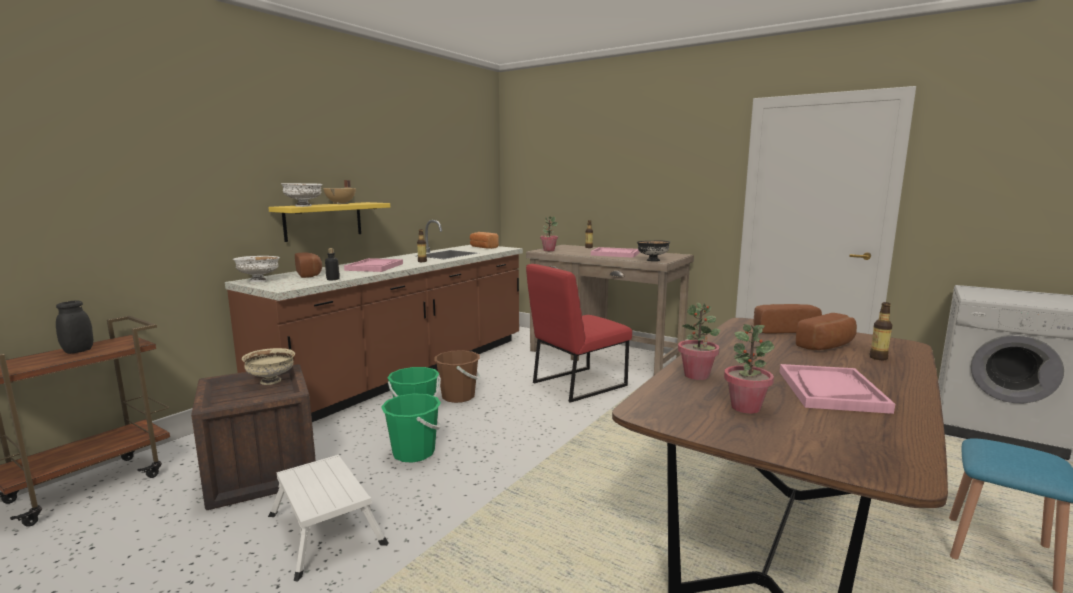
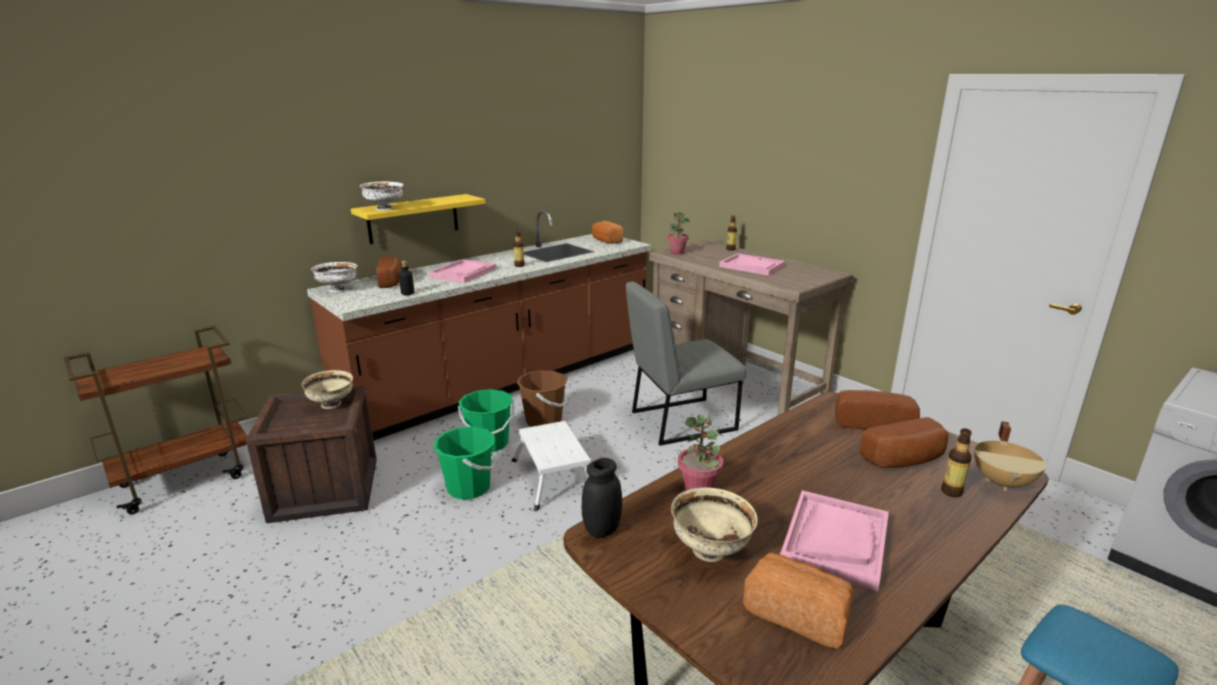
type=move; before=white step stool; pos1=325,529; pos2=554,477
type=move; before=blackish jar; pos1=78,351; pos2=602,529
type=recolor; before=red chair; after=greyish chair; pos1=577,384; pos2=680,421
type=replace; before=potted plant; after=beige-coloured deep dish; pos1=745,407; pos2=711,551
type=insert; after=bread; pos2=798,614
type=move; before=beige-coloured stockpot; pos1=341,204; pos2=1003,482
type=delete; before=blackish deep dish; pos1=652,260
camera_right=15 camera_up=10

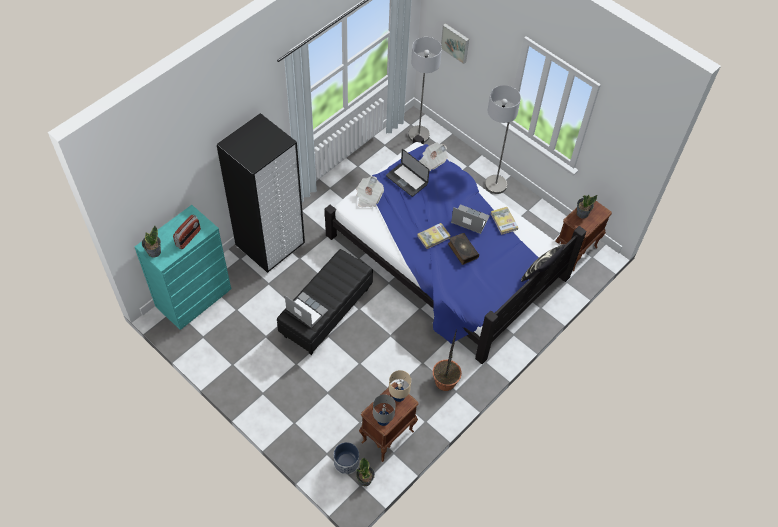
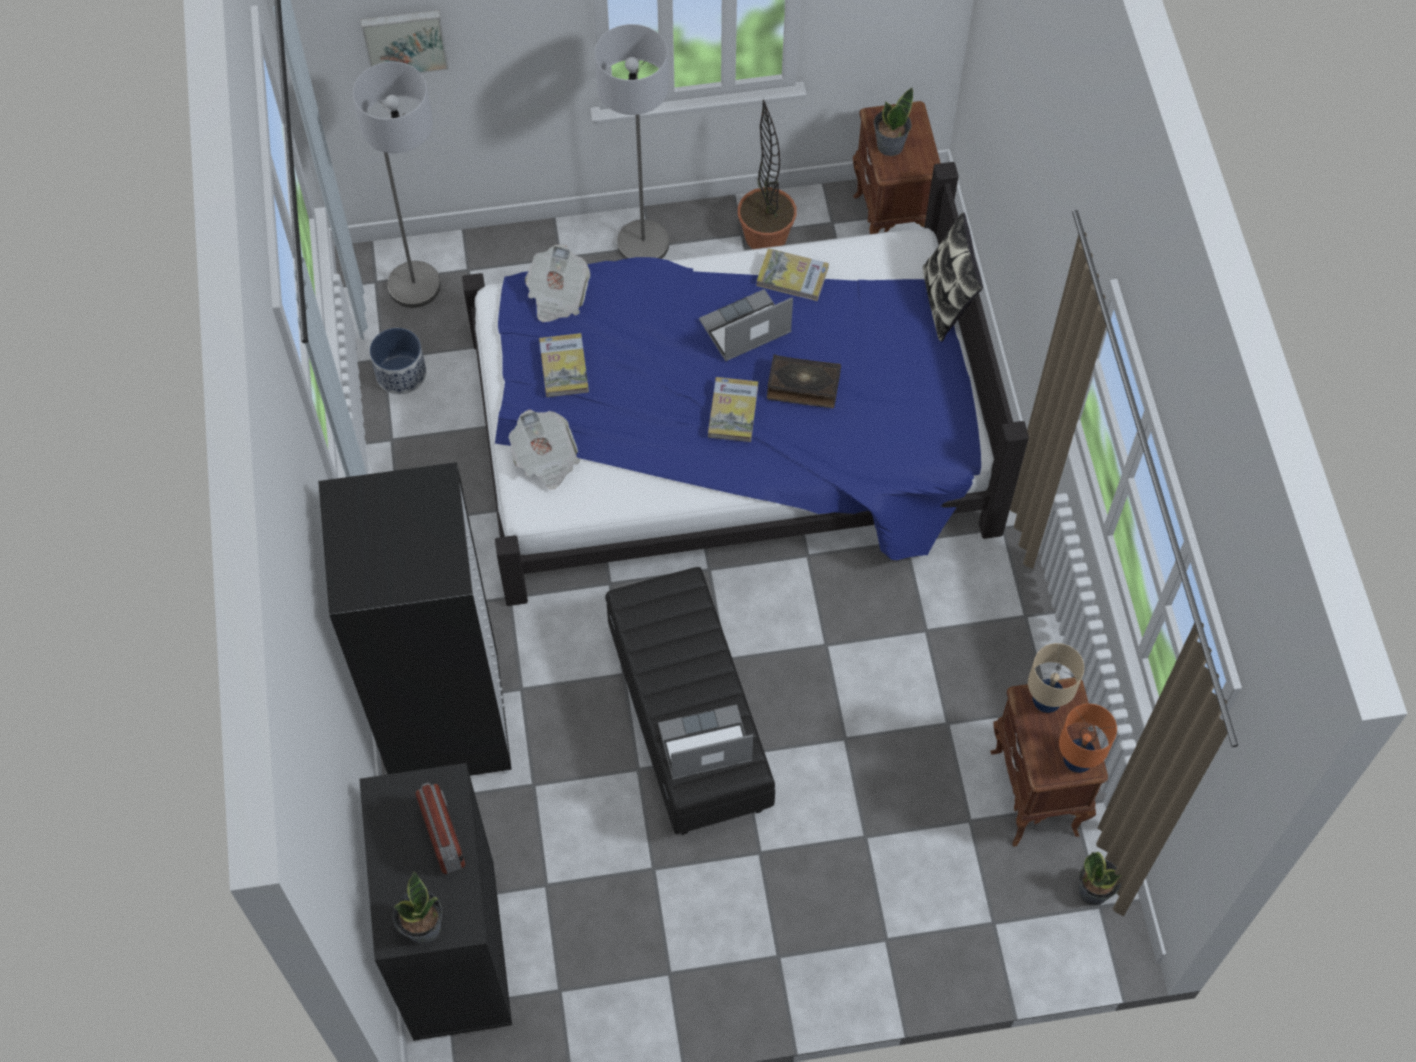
type=recolor; before=turquoise-coloured dresser; after=blackish dresser; pos1=194,299; pos2=454,951
type=move; before=plant pot; pos1=346,462; pos2=400,374
type=replace; before=portable computer; after=bound book; pos1=406,180; pos2=564,367
type=move; before=potted plant; pos1=445,381; pos2=766,236
type=recolor; before=greyish table lamp; after=orange-coloured table lamp; pos1=382,420; pos2=1075,761
camera_right=-50 camera_up=5

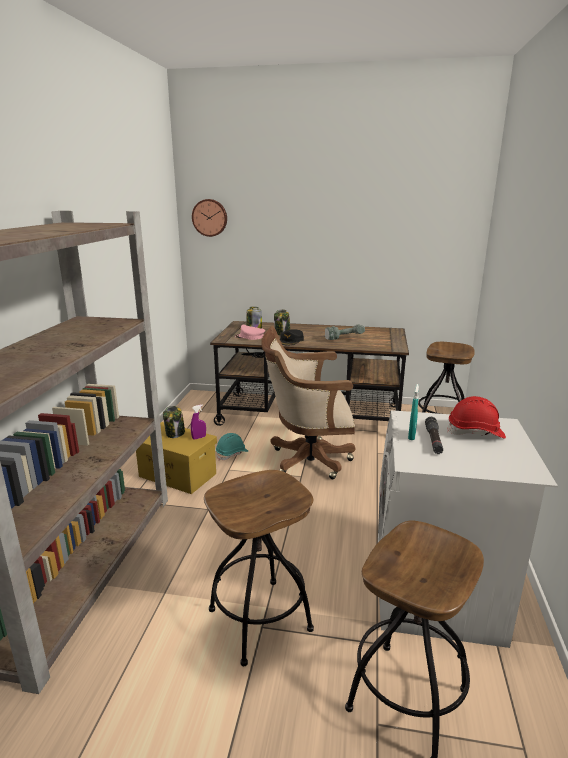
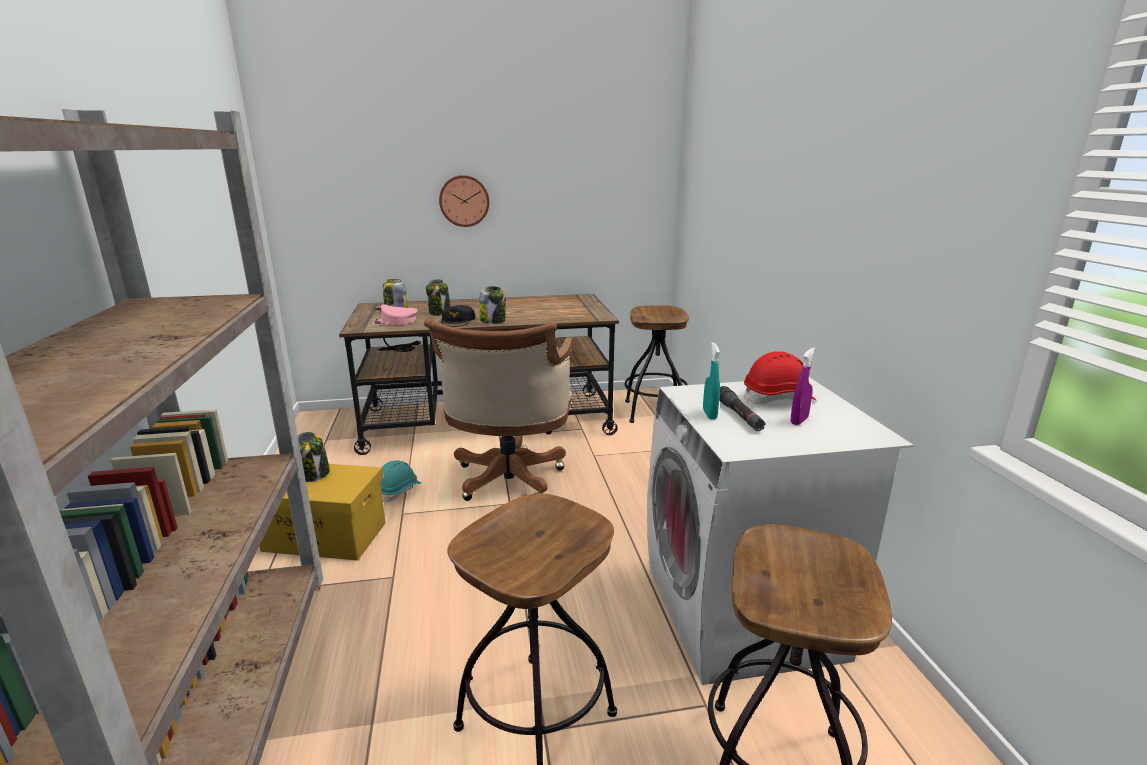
type=rotate; before=office chair; pos1=307,460; pos2=508,481; turn=-60
type=move; before=wall clock; pos1=210,217; pos2=464,201
type=insert; after=jar; pos2=493,321
type=move; before=purple spray bottle; pos1=199,437; pos2=799,421
type=delete; before=power drill; pos1=343,339
camera_right=-20 camera_up=0

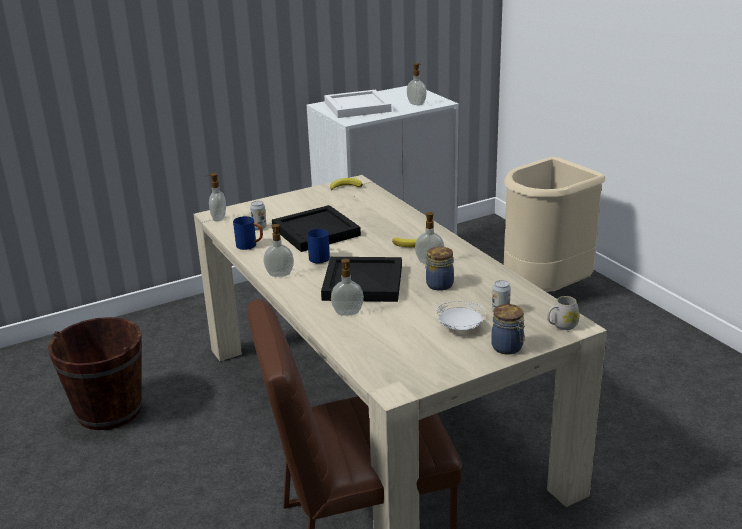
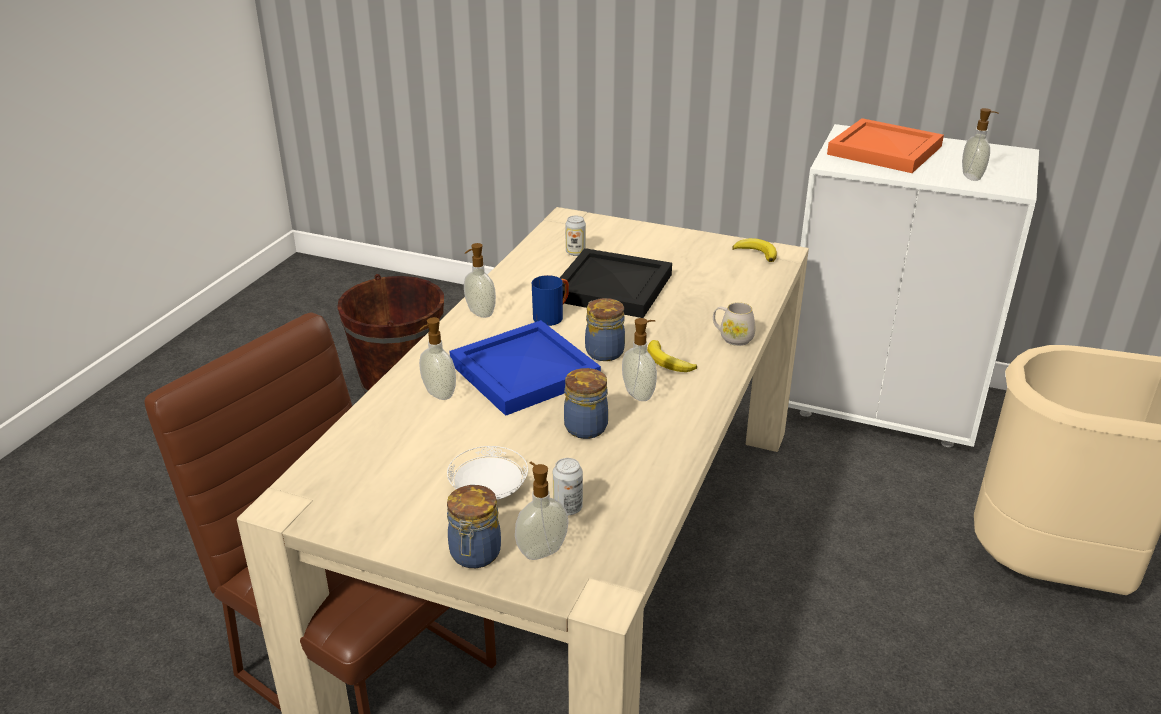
type=recolor; before=blackish carrying tray; after=blue-coloured carrying tray; pos1=361,283; pos2=522,371
type=move; before=soap bottle; pos1=218,218; pos2=541,550
type=insert; after=jar; pos2=603,351
type=move; before=white tea mug; pos1=561,325; pos2=732,338
type=recolor; before=white carrying tray; after=orange-coloured carrying tray; pos1=358,106; pos2=886,150
type=delete; before=blue-coloured tea mug; pos1=250,246
camera_right=50 camera_up=5

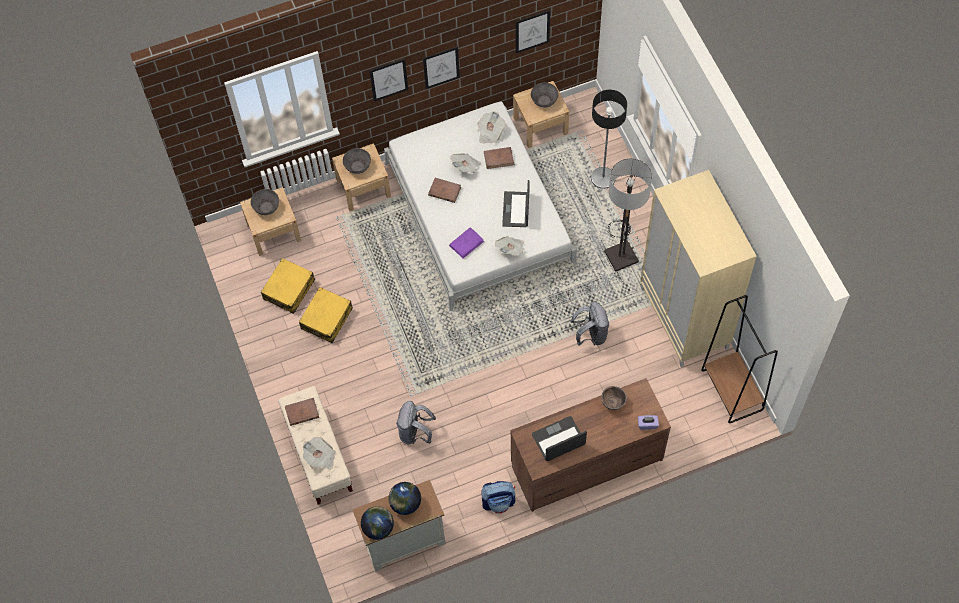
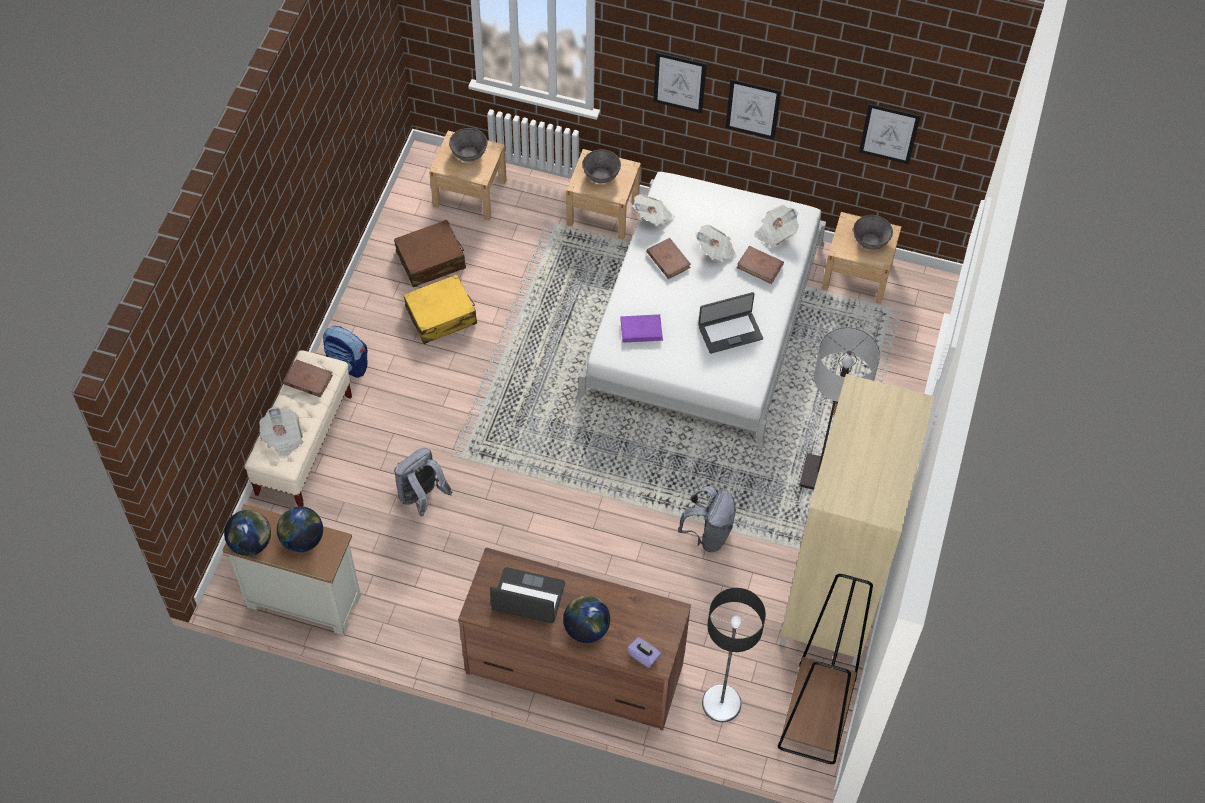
type=move; before=backpack; pos1=498,502; pos2=348,365
type=recolor; before=yellow piece of luggage; after=brownish piece of luggage; pos1=289,289; pos2=431,260
type=insert; after=world globe; pos2=586,628
type=move; before=newspaper; pos1=511,249; pos2=653,217
type=rotate; before=portable computer; pos1=516,209; pos2=730,332; turn=-150
type=move; before=floor lamp; pos1=603,178; pos2=721,704
type=delete; before=brownish deep dish; pos1=613,403
camera_right=35 camera_up=-5

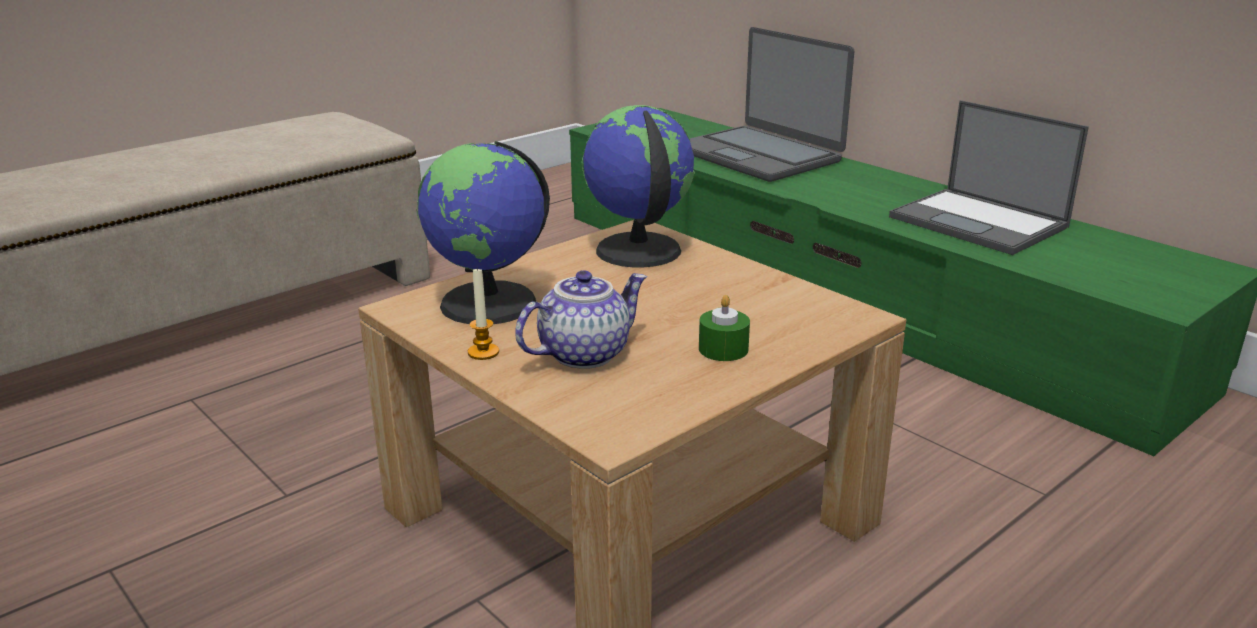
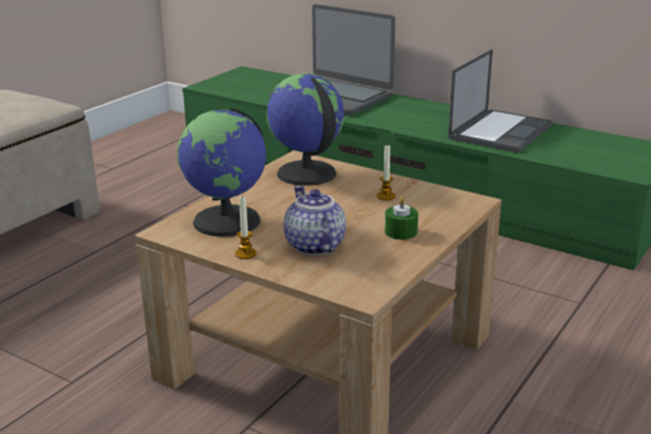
type=rotate; before=tea pot; pos1=584,353; pos2=313,246; turn=-60
type=insert; after=wax light; pos2=386,196
type=rotate; before=portable computer; pos1=980,222; pos2=500,131; turn=-90
camera_right=-15 camera_up=0

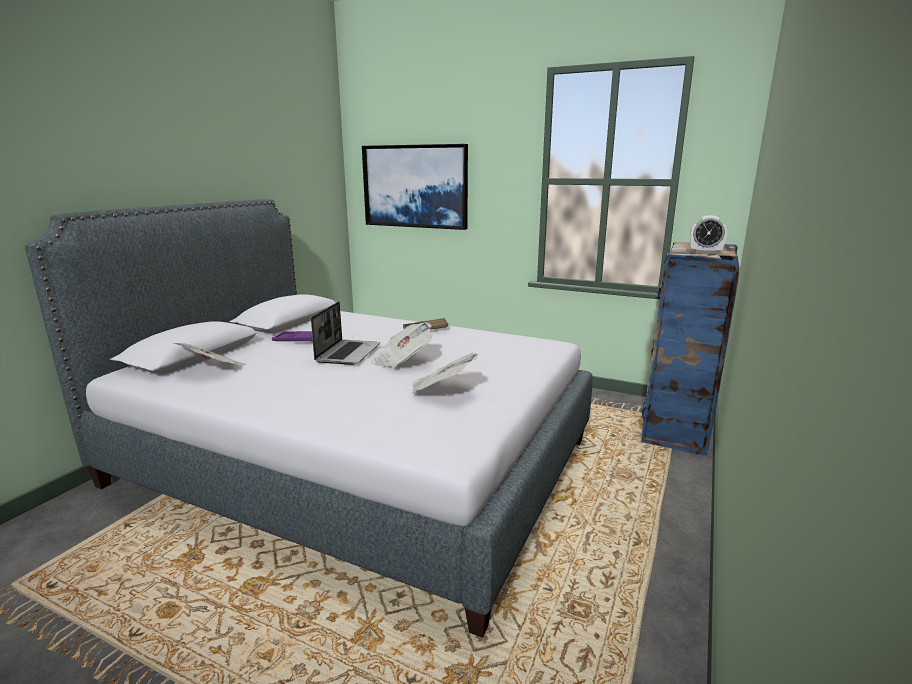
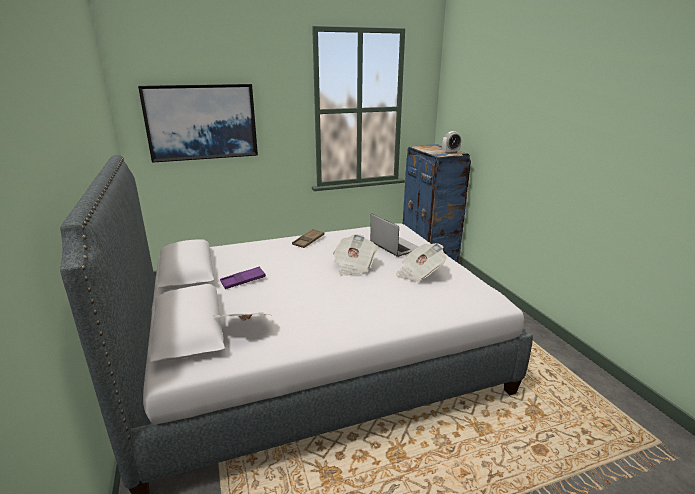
type=move; before=portable computer; pos1=348,353; pos2=394,246
camera_right=-45 camera_up=5

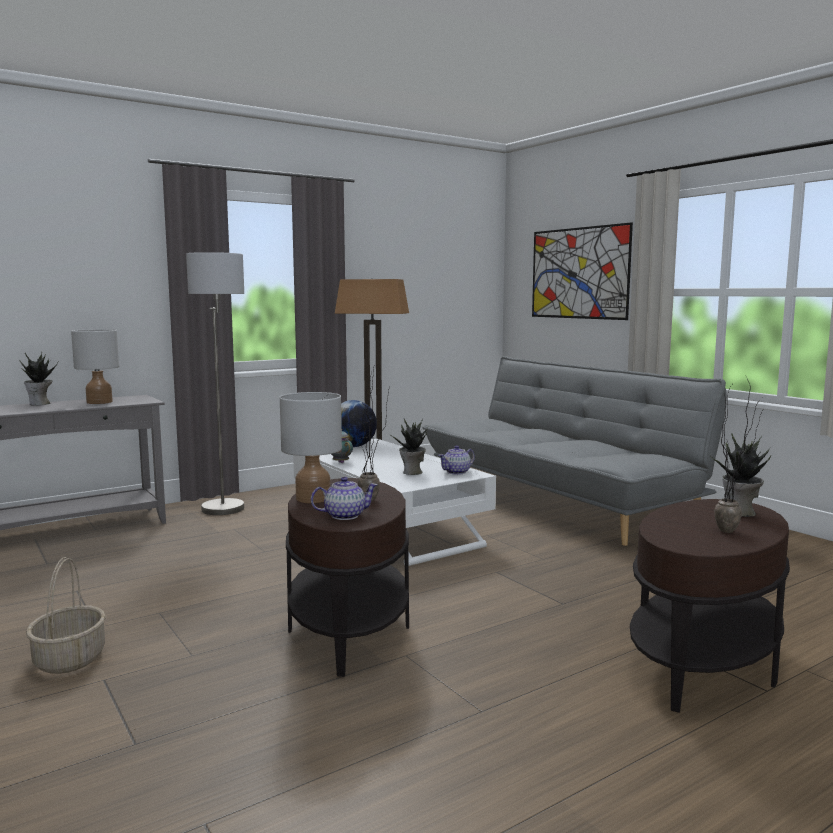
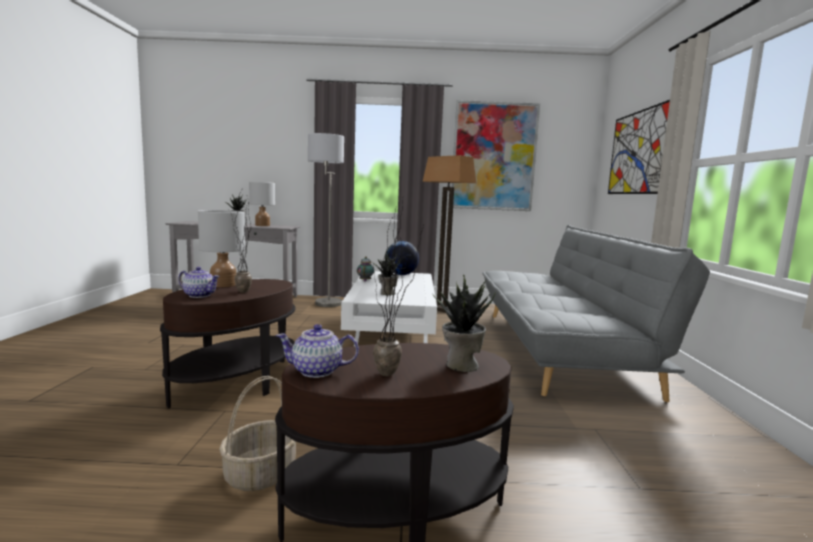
type=move; before=basket; pos1=69,659; pos2=260,473
type=move; before=tea pot; pos1=457,472; pos2=317,371
type=insert; after=wall picture; pos2=494,156
camera_right=35 camera_up=0

